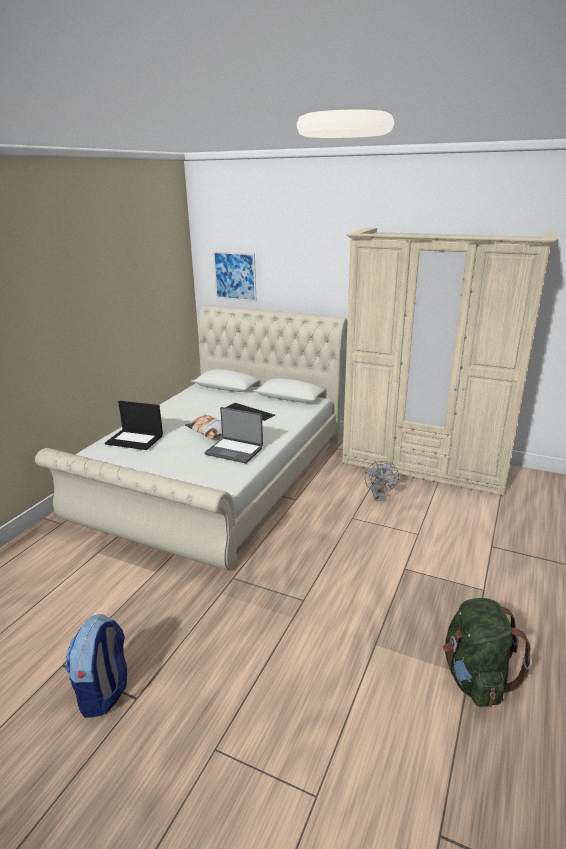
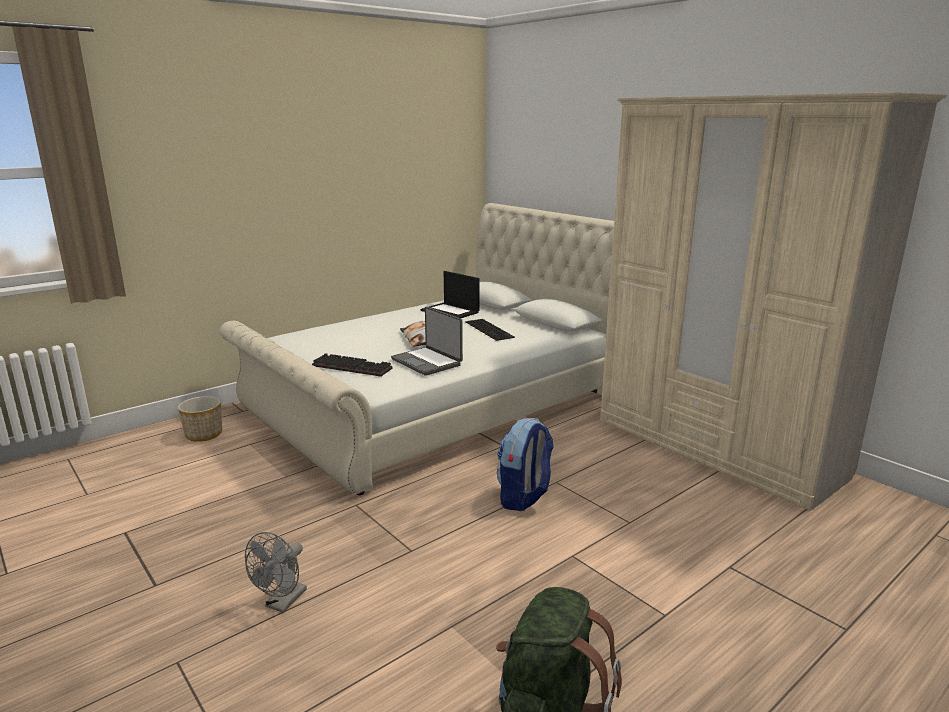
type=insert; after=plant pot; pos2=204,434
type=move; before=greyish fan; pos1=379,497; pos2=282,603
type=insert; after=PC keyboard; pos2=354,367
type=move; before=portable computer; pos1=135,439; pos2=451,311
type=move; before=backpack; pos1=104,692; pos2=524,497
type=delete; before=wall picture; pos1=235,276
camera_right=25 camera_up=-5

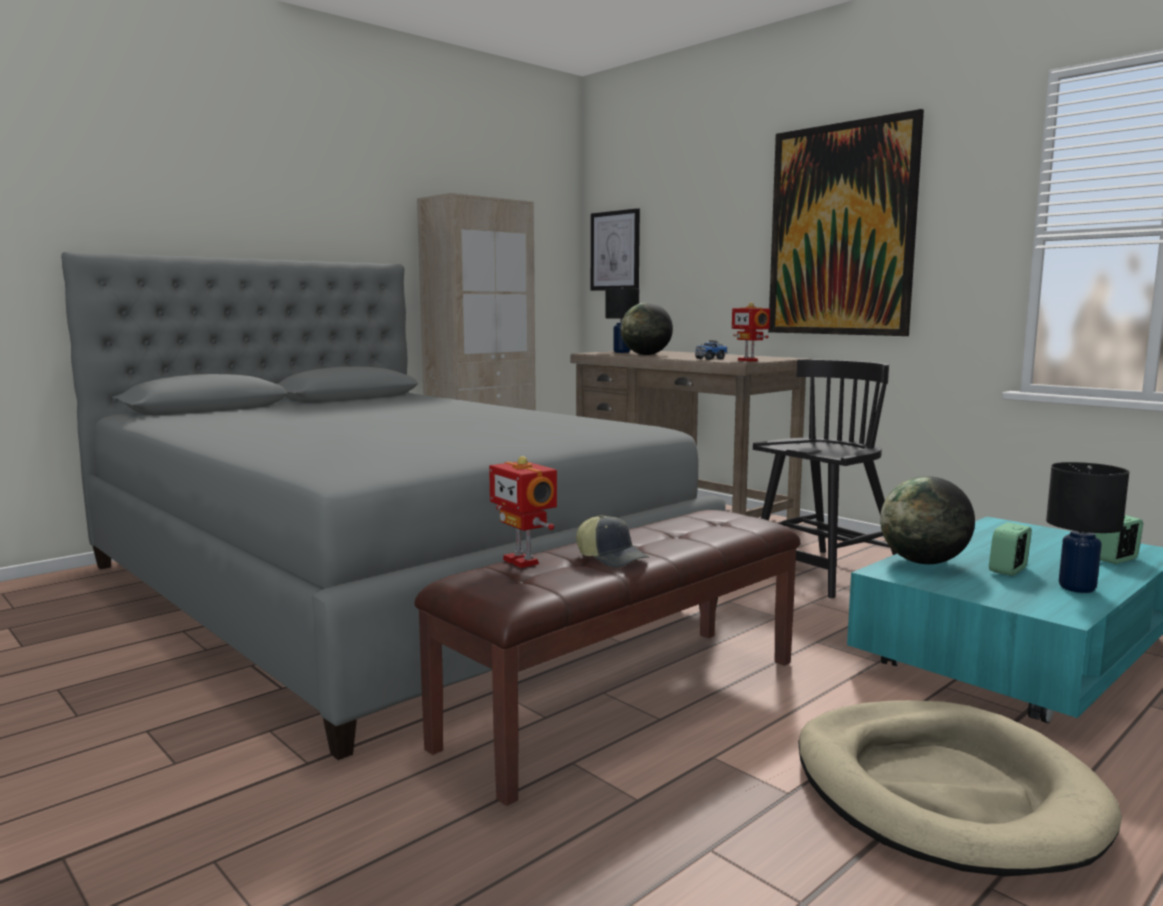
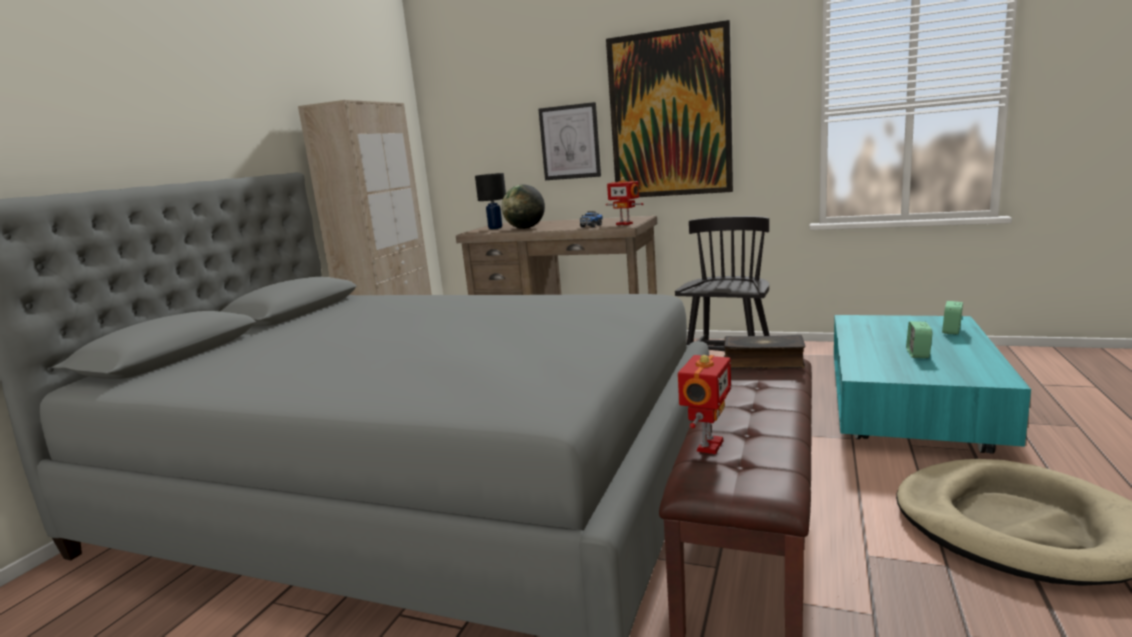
type=move; before=wall picture; pos1=615,251; pos2=570,142
type=rotate; before=model robot; pos1=523,561; pos2=707,445; turn=-90
type=insert; after=bound book; pos2=763,362
type=delete; before=cap; pos1=612,558
type=delete; before=world globe; pos1=923,562
type=delete; before=blackish table lamp; pos1=1074,588
camera_right=-25 camera_up=5

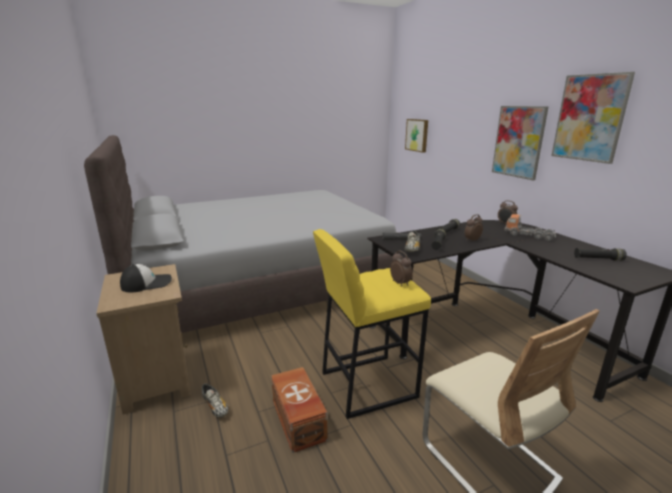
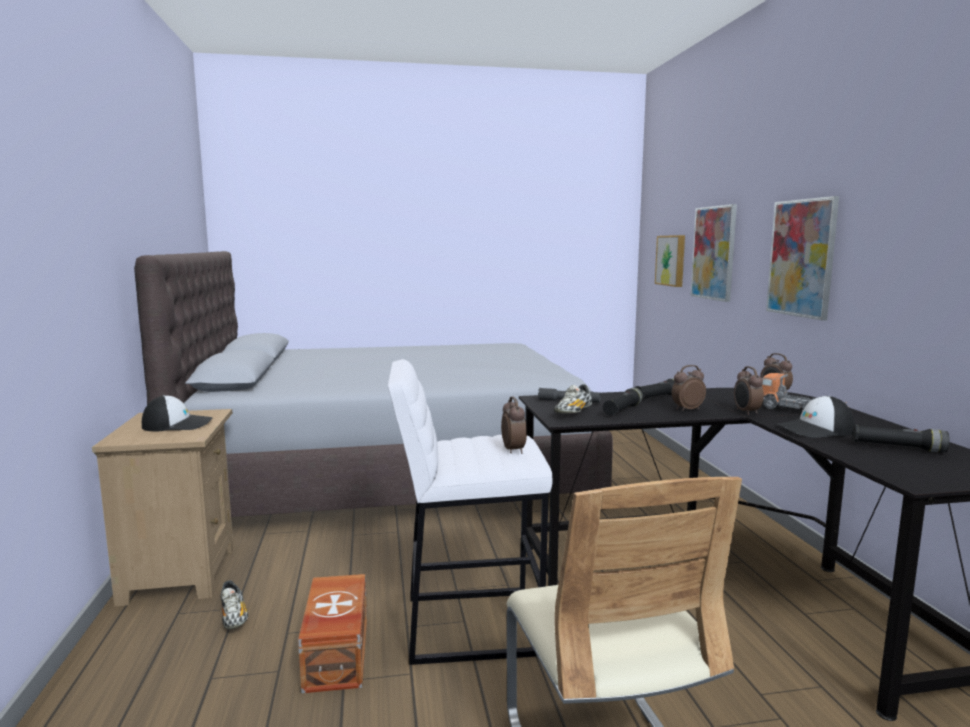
type=recolor; before=yellow sitting stool; after=white sitting stool; pos1=366,385; pos2=467,625
type=move; before=wall picture; pos1=590,118; pos2=713,253
type=insert; after=table clock; pos2=746,412
type=insert; after=cap; pos2=815,430
camera_right=15 camera_up=-10

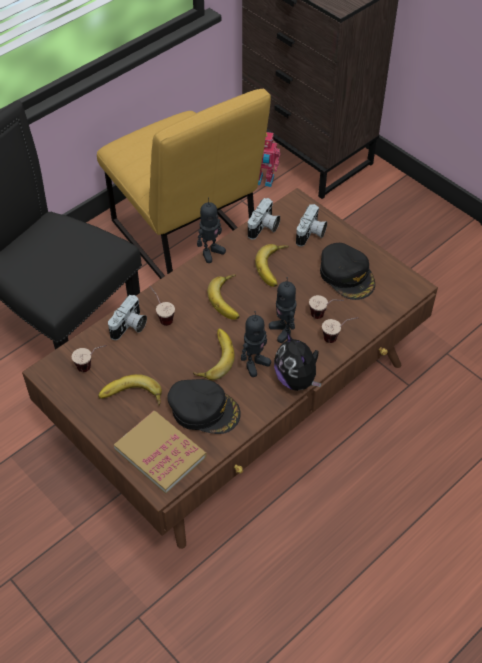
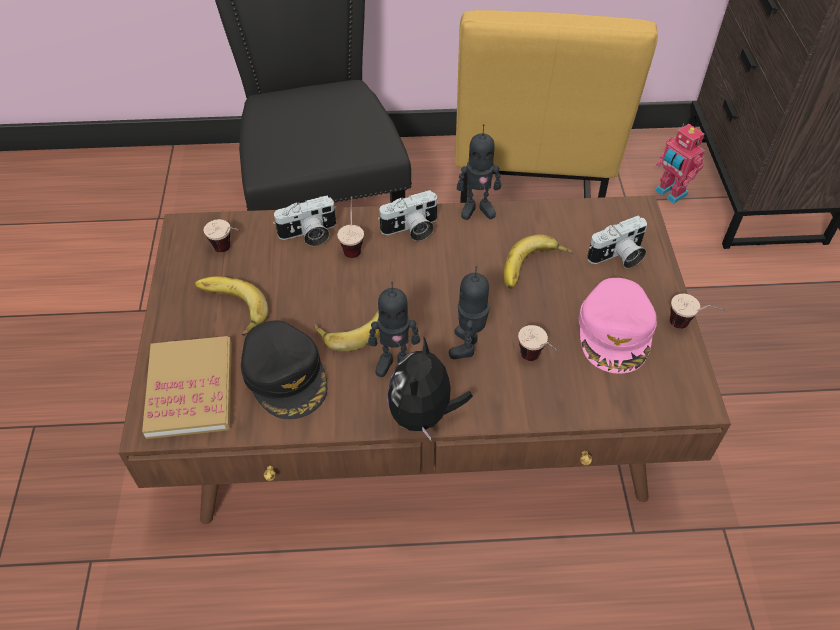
type=move; before=still camera; pos1=264,228; pos2=411,230
type=recolor; before=blackish cap; after=pink-coloured cap; pos1=347,275; pos2=616,331
type=move; before=drinking cup; pos1=338,338; pos2=689,327
type=delete; before=whole banana; pos1=229,299
camera_right=40 camera_up=0

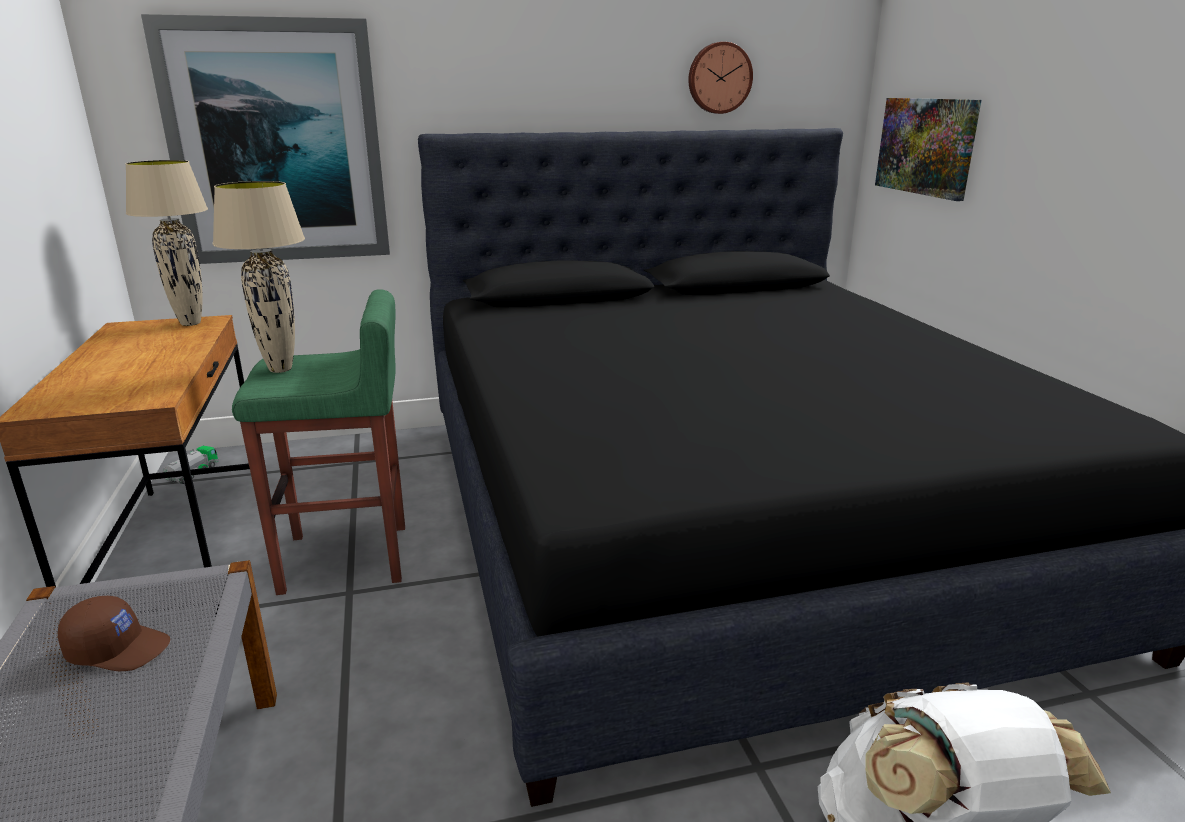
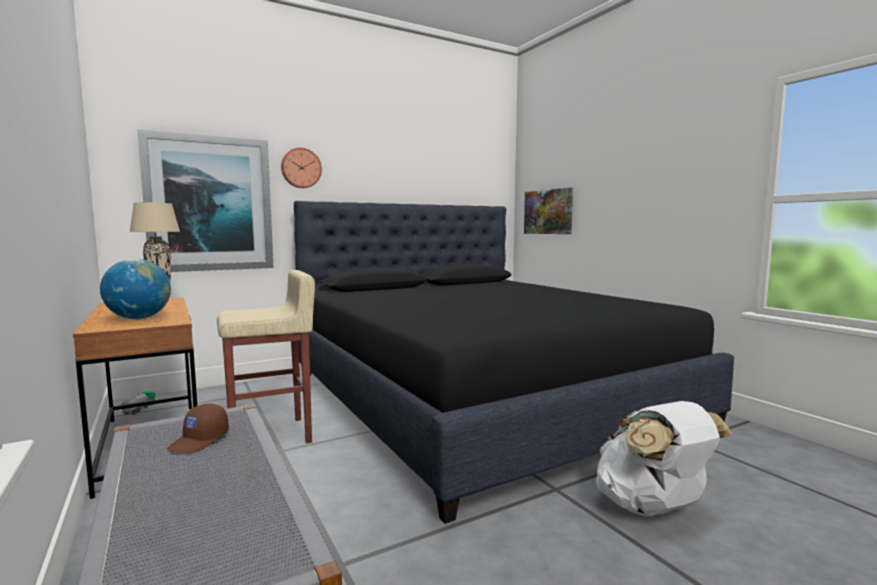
type=insert; after=world globe; pos2=139,318
type=rotate; before=brownish cap; pos1=119,648; pos2=200,441; turn=120
type=recolor; before=green-coloured sitting stool; after=beige-coloured sitting stool; pos1=347,559; pos2=271,436
type=move; before=wall clock; pos1=719,78; pos2=301,168
type=delete; before=beige-coloured table lamp; pos1=280,369
camera_right=-15 camera_up=-15

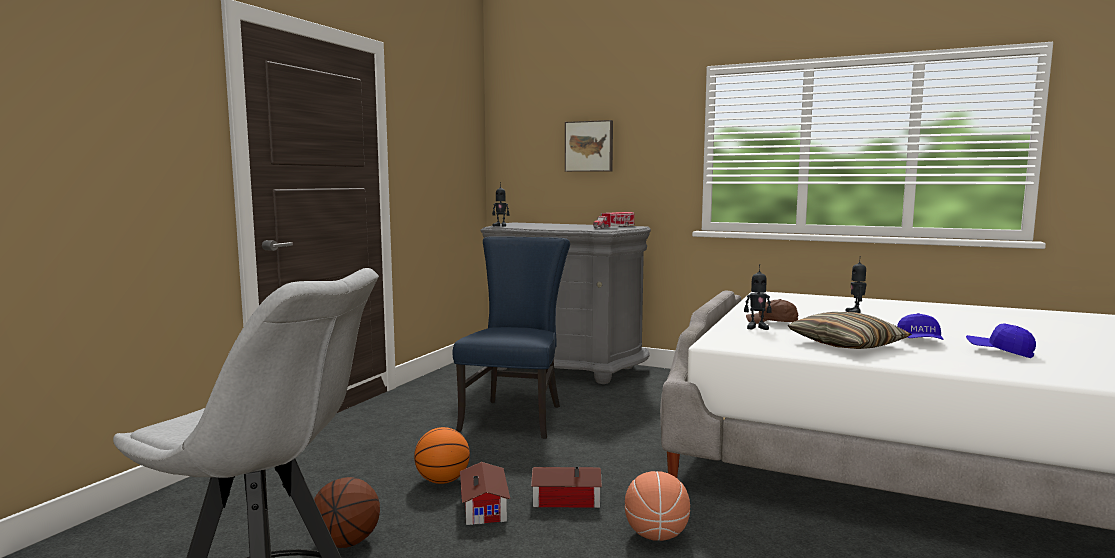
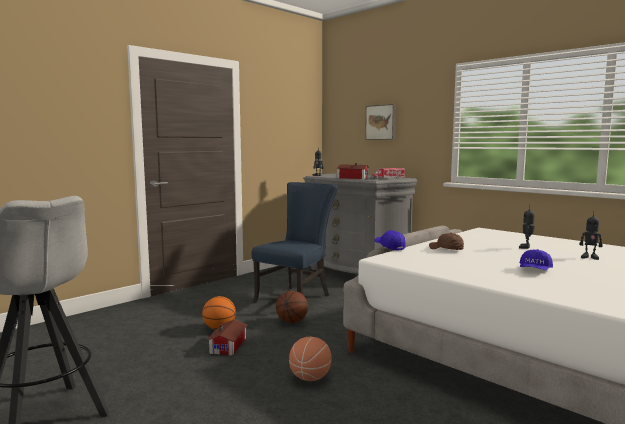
type=move; before=ball for basketball; pos1=346,542; pos2=292,321
type=move; before=toy house; pos1=564,497; pos2=352,178
type=move; before=blue-coloured cap; pos1=999,352; pos2=389,247
type=move; before=model robot; pos1=757,327; pos2=589,257
type=delete; before=throw pillow; pos1=846,344
camera_right=20 camera_up=0

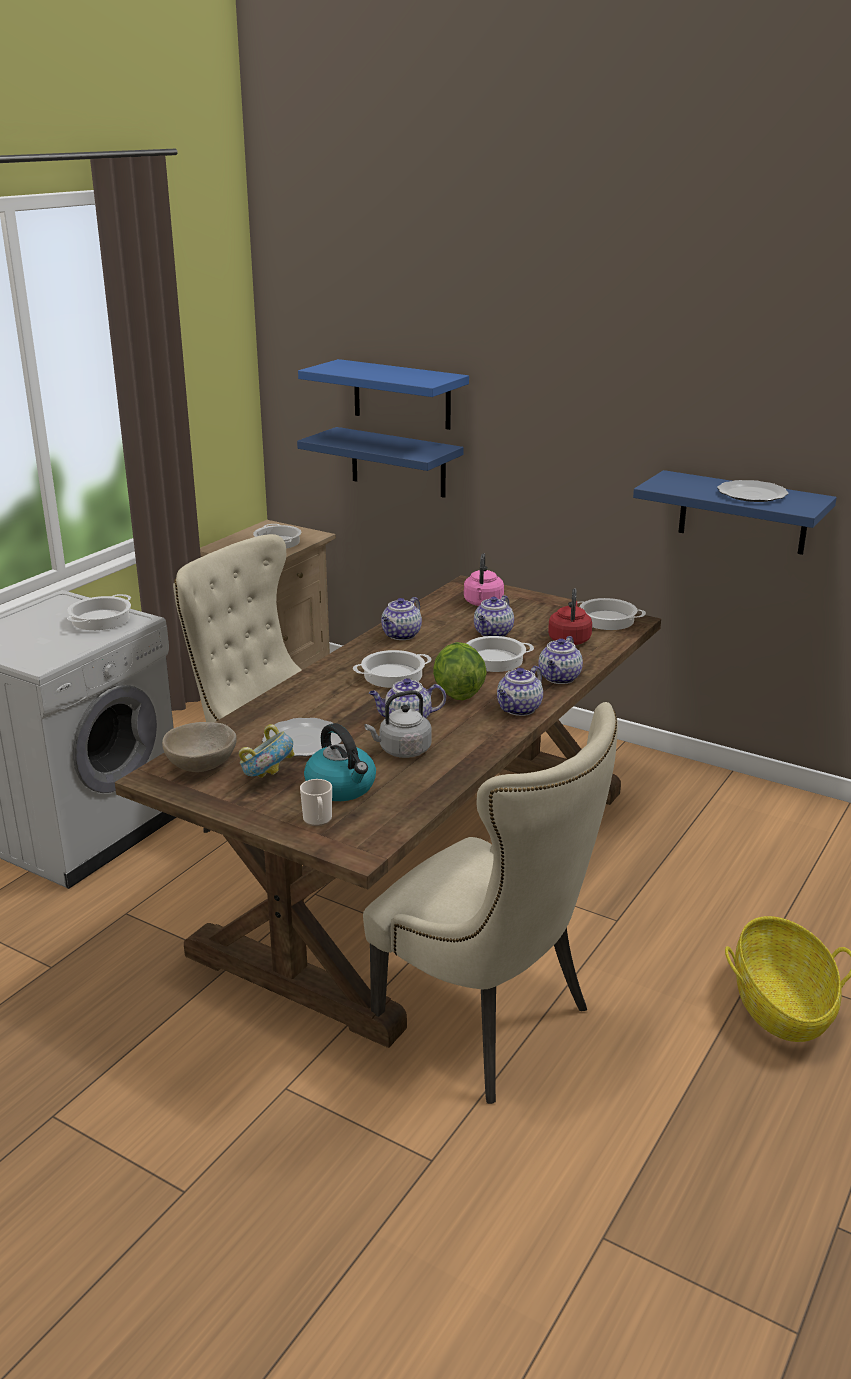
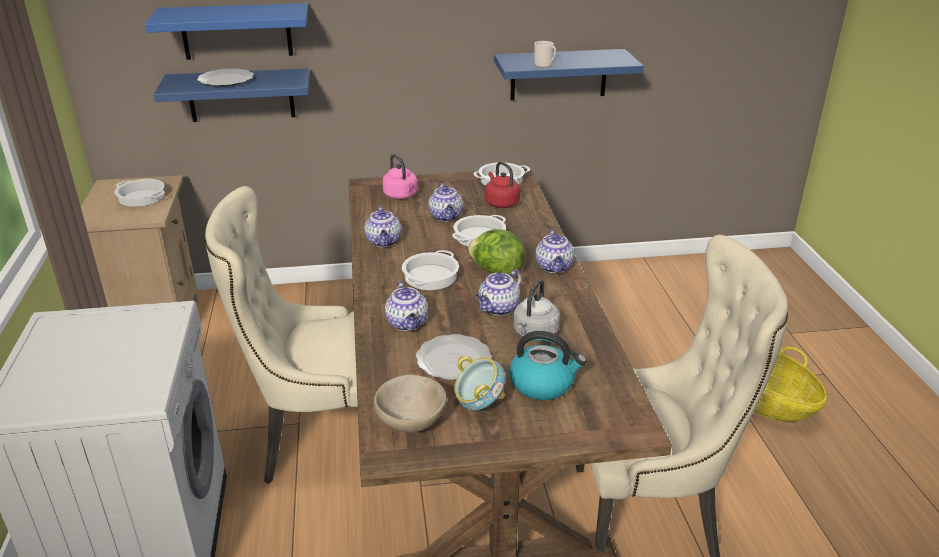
type=move; before=dinner plate; pos1=751,494; pos2=225,80
type=move; before=tea pot; pos1=559,678; pos2=408,324
type=move; before=tea mug; pos1=318,820; pos2=544,65
type=delete; before=stockpot; pos1=101,620
camera_right=-40 camera_up=5

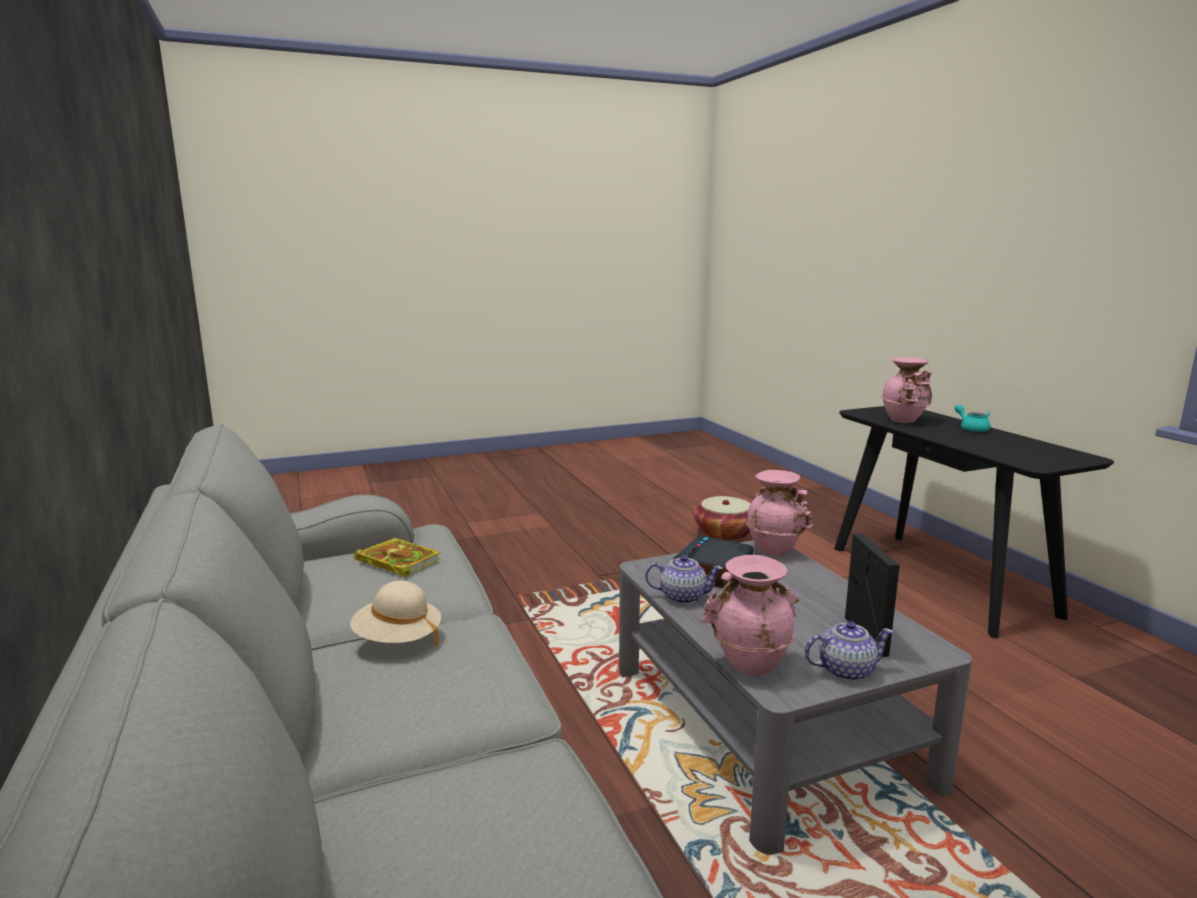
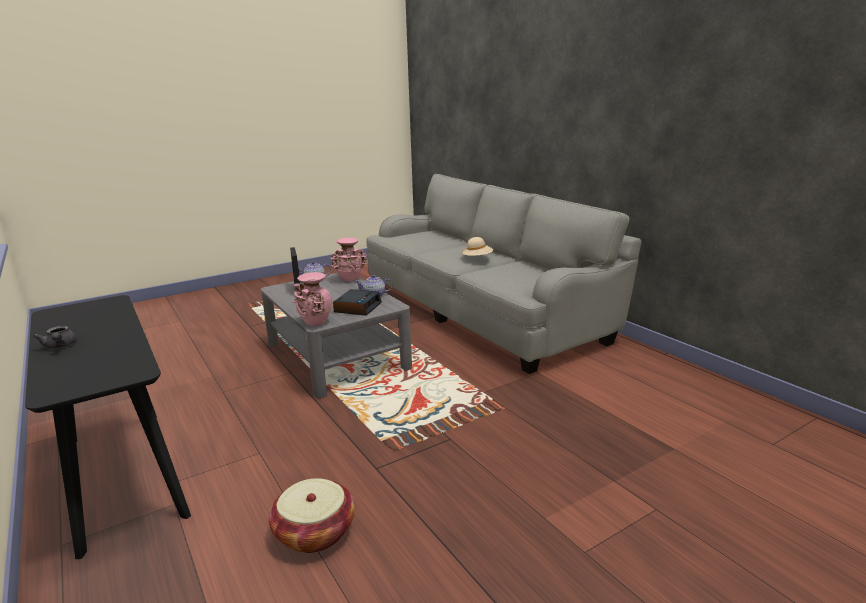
type=recolor; before=turquoise-coloured tea pot; after=greyish tea pot; pos1=972,429; pos2=60,346
type=delete; before=bound book; pos1=396,561
type=delete; before=pink-coloured decorative vase; pos1=905,420
camera_right=170 camera_up=5

